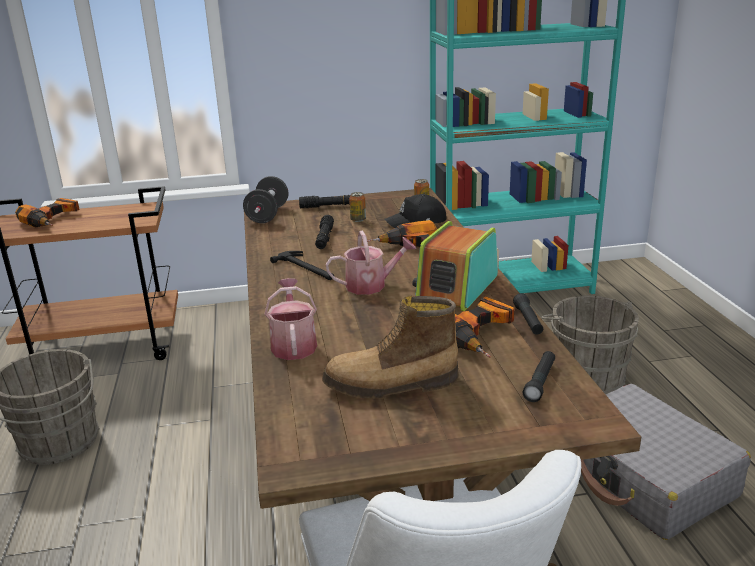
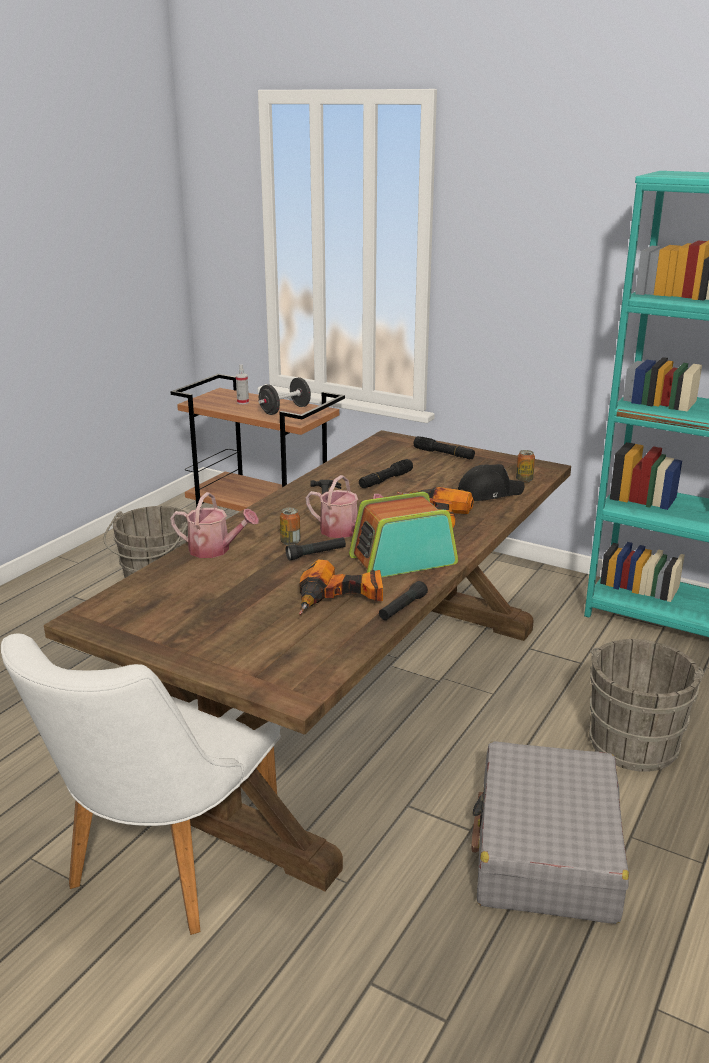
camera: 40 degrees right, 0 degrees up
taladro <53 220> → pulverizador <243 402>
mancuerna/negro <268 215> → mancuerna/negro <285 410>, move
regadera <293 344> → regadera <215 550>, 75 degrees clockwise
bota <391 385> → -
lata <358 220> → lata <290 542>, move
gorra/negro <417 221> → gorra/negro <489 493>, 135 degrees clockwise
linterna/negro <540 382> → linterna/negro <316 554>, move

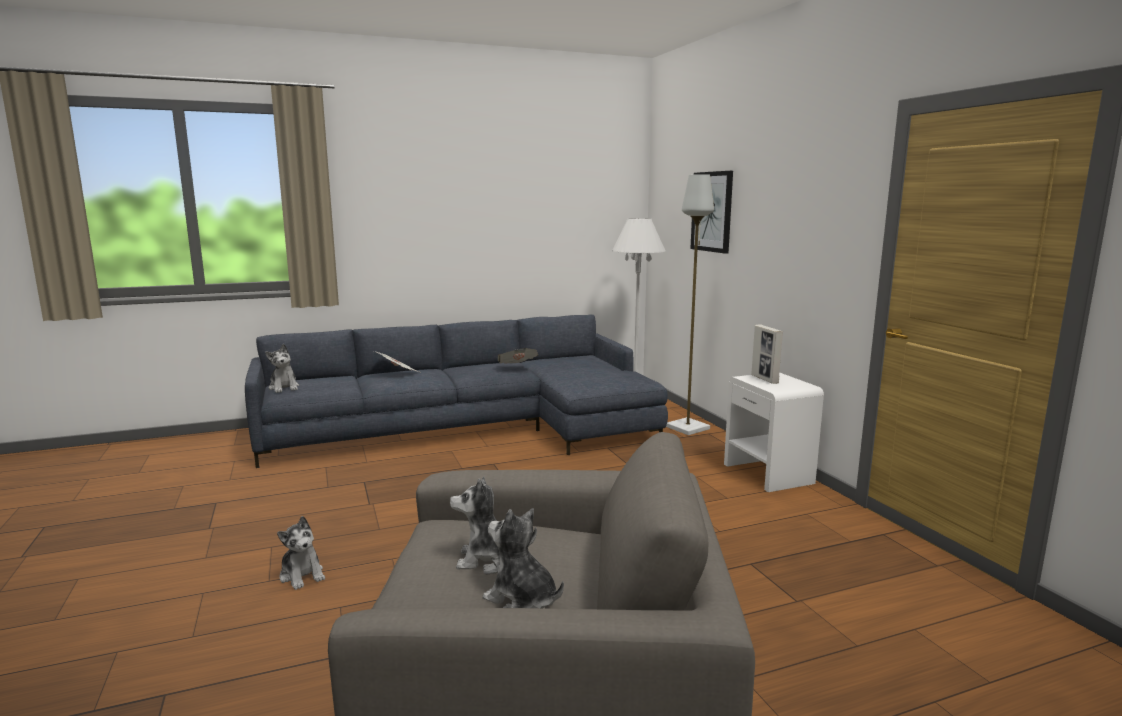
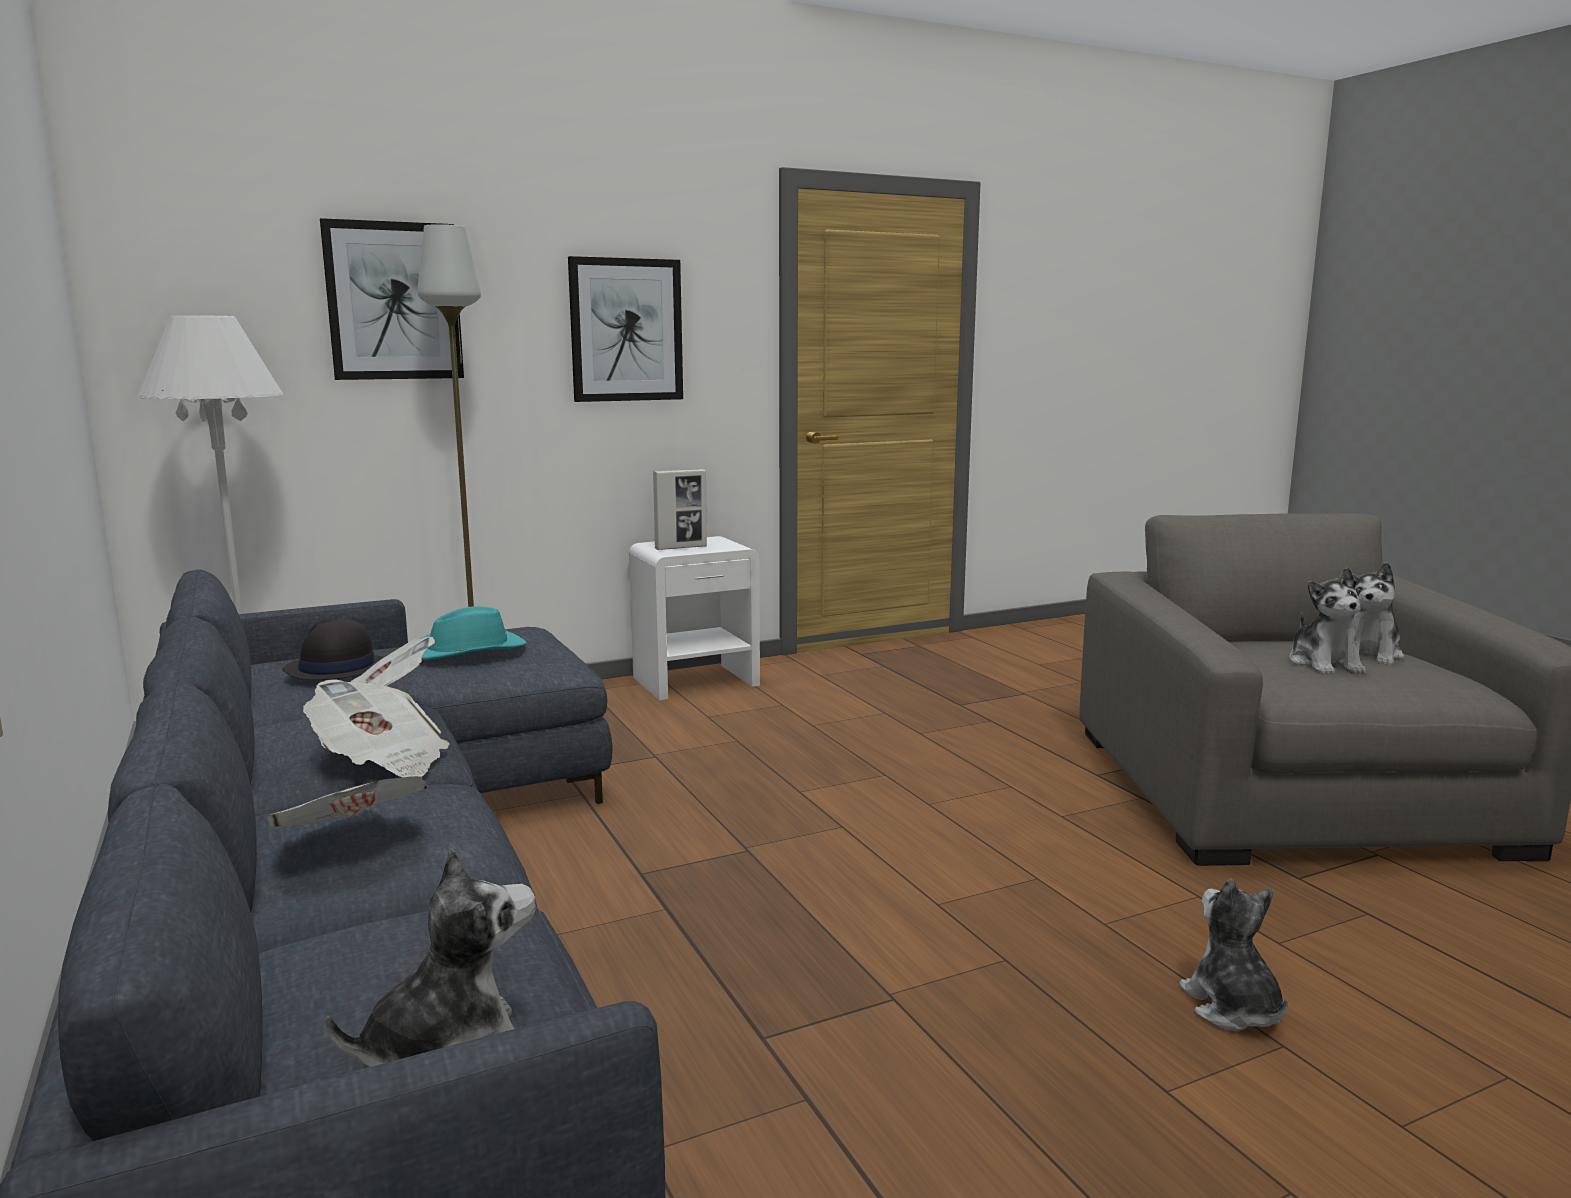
camera: 95 degrees left, 0 degrees up
peluche <302 575> → peluche <1232 1008>, 60 degrees counterclockwise
- → sombrero/negro <336 668>
- → periódico <381 762>
- → sombrero/turquesa <468 651>
- → cuadro <626 330>

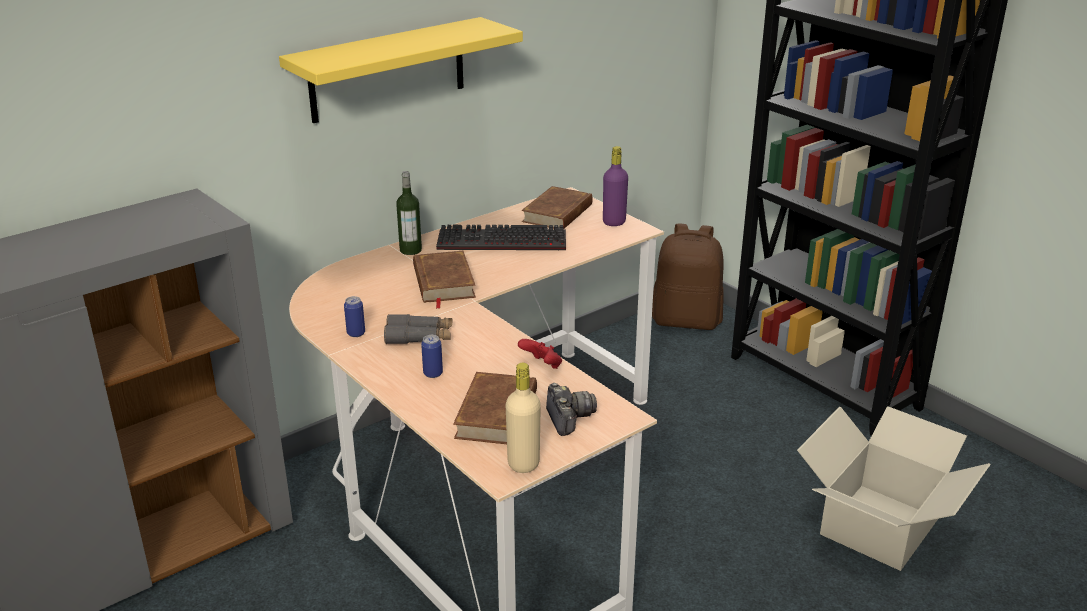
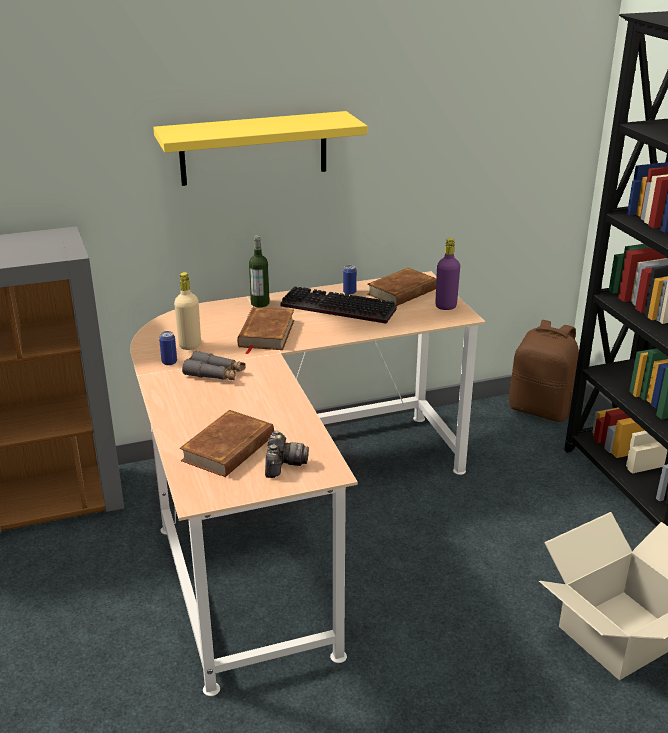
camera: 20 degrees right, 0 degrees up
lata <433 373> → lata <349 292>, move
botella/beis <523 463> → botella/beis <190 345>, move
mando de consola/rojo <542 366> → -

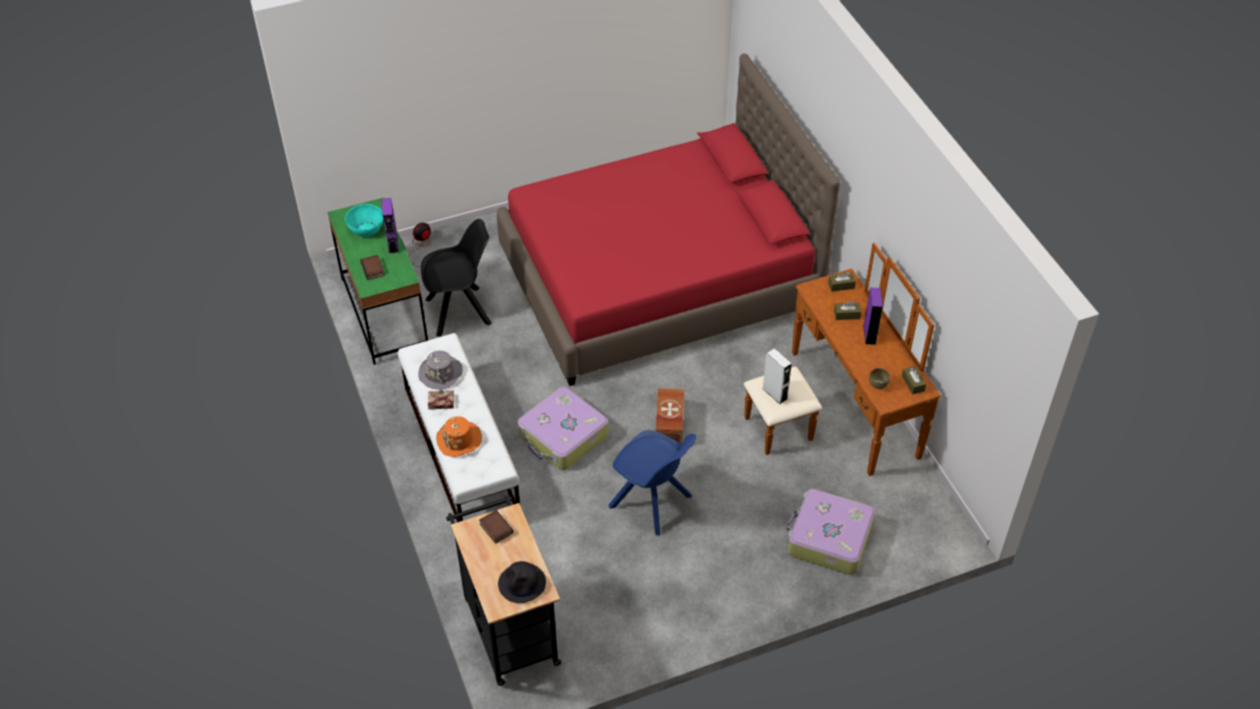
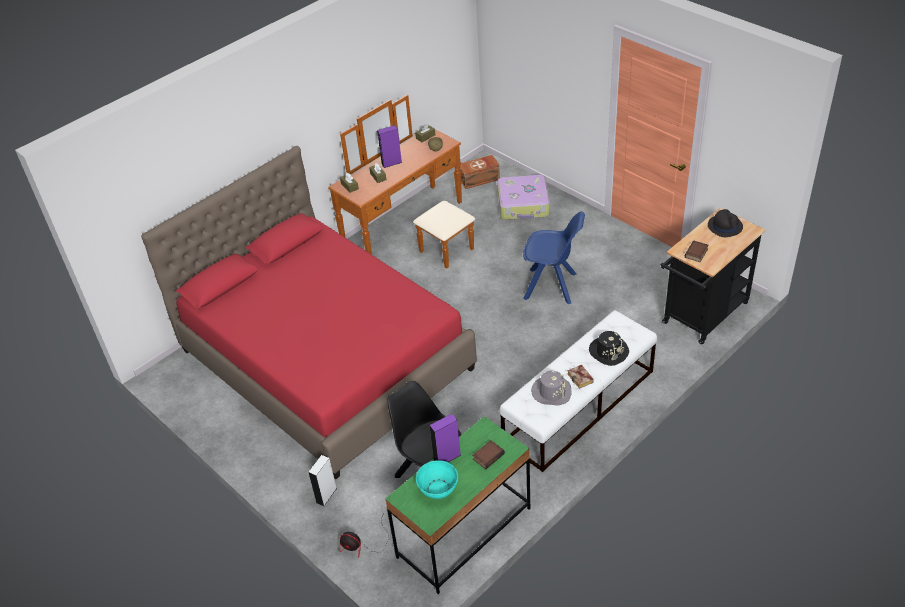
camera: 110 degrees left, 5 degrees down
sombrero/naranja <459 440> → sombrero/negro <608 351>
maleta <563 436> → -
silla/azul <652 502> → silla/azul <552 286>, 90 degrees clockwise
caja de almacenaje/marrón <668 426> → caja de almacenaje/marrón <480 179>, move
altavoz/blanco <775 394> → altavoz/blanco <326 495>, move

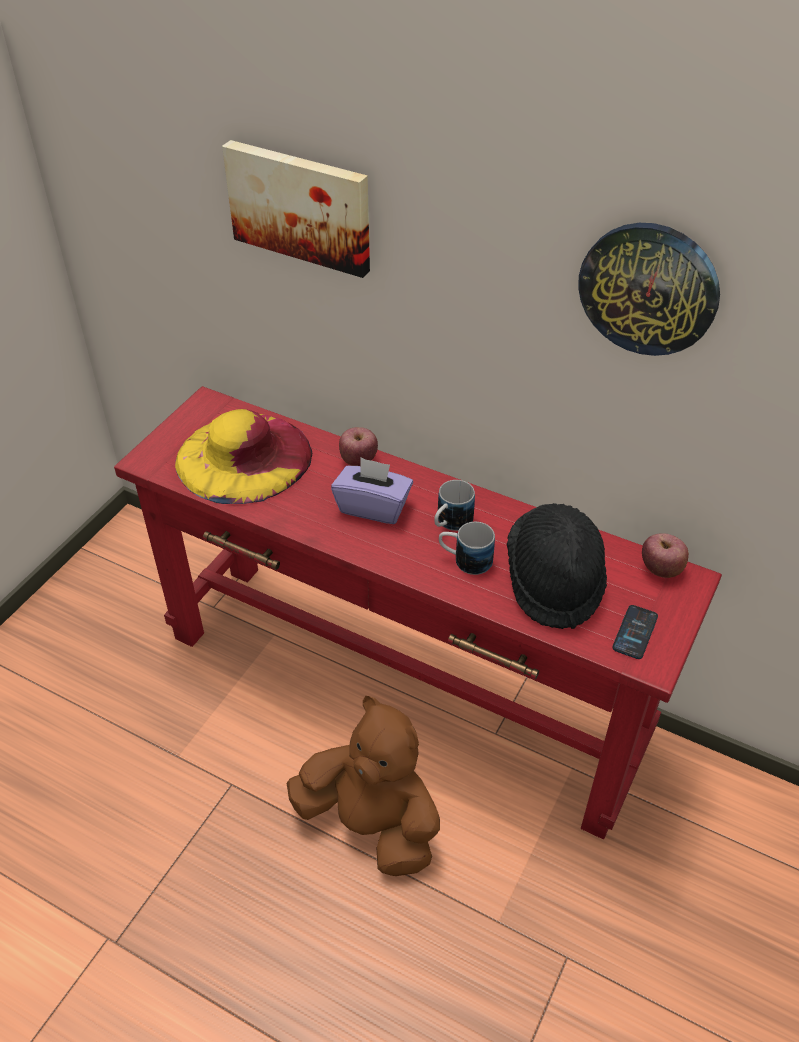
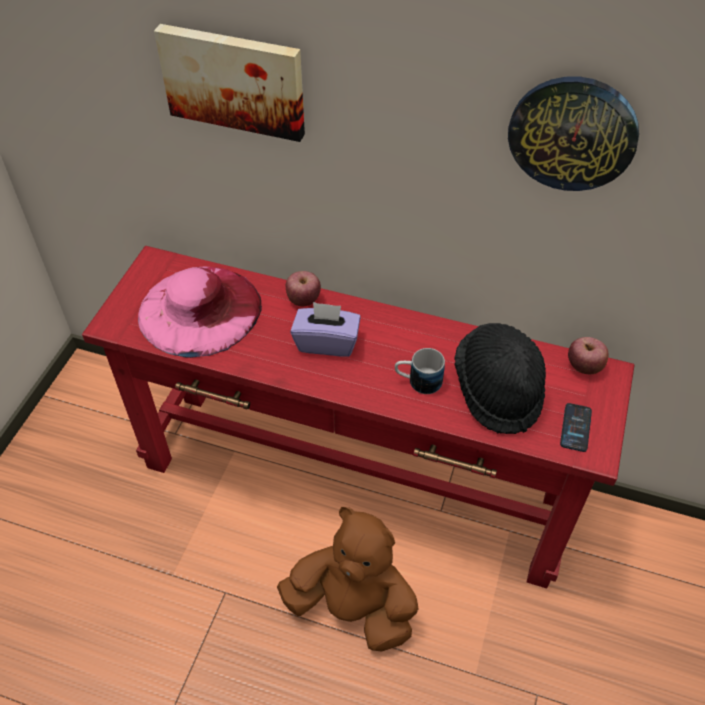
camera: 10 degrees left, 5 degrees up
sombrero/amarillo <243 457> → sombrero/rosa <199 310>
taza grande <450 523> → -

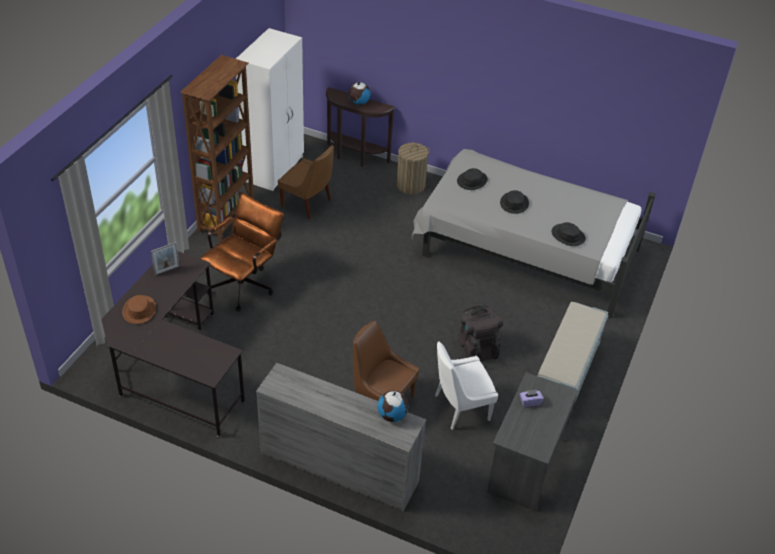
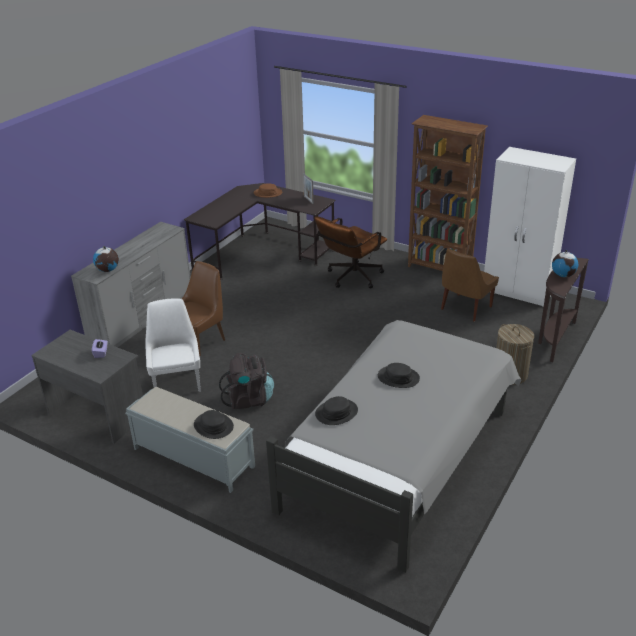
camera: 100 degrees right, 10 degrees down
silla de oficina/marrón <245 284> → silla de oficina/marrón <351 278>, 90 degrees clockwise
sombrero/negro <472 181> → sombrero/negro <213 426>, move

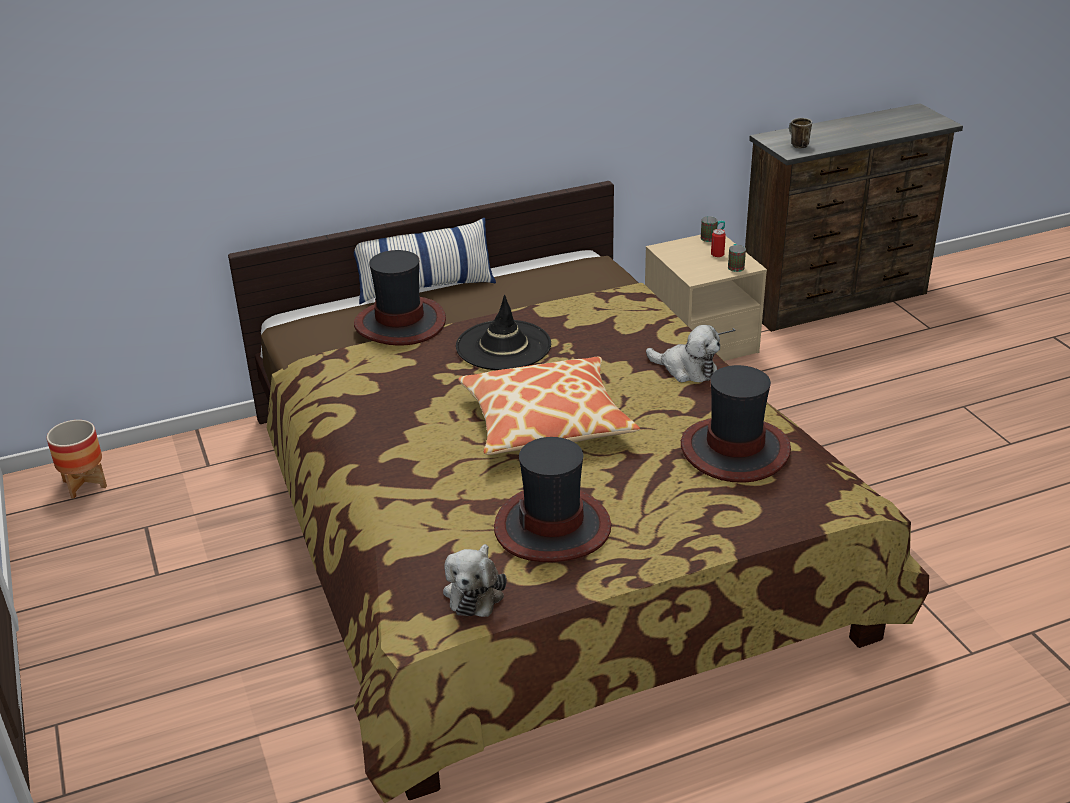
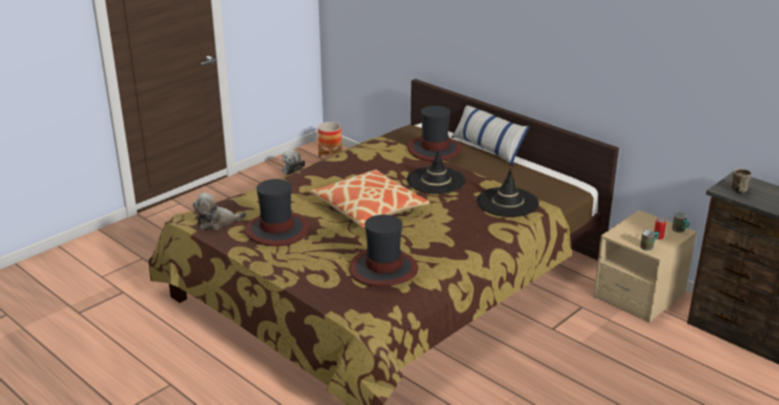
camera: 65 degrees right, 5 degrees down
peluche <686 369> → peluche <293 170>, move
- → sombrero/negro <507 202>

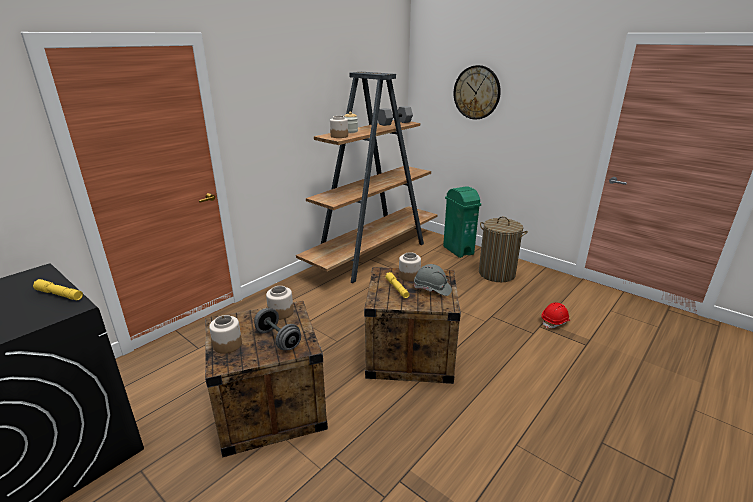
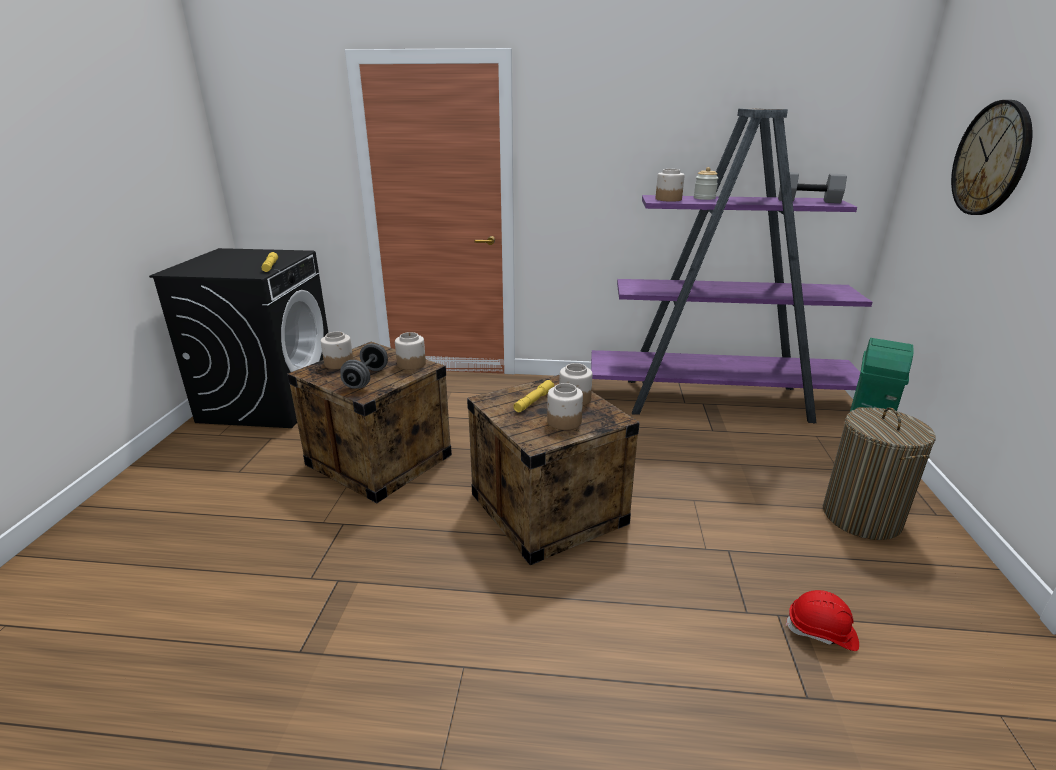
camera: 55 degrees right, 0 degrees up
estantería/marrón <373 254> → estantería/morado <718 401>
casco/gris <432 289> → tarro <564 421>

